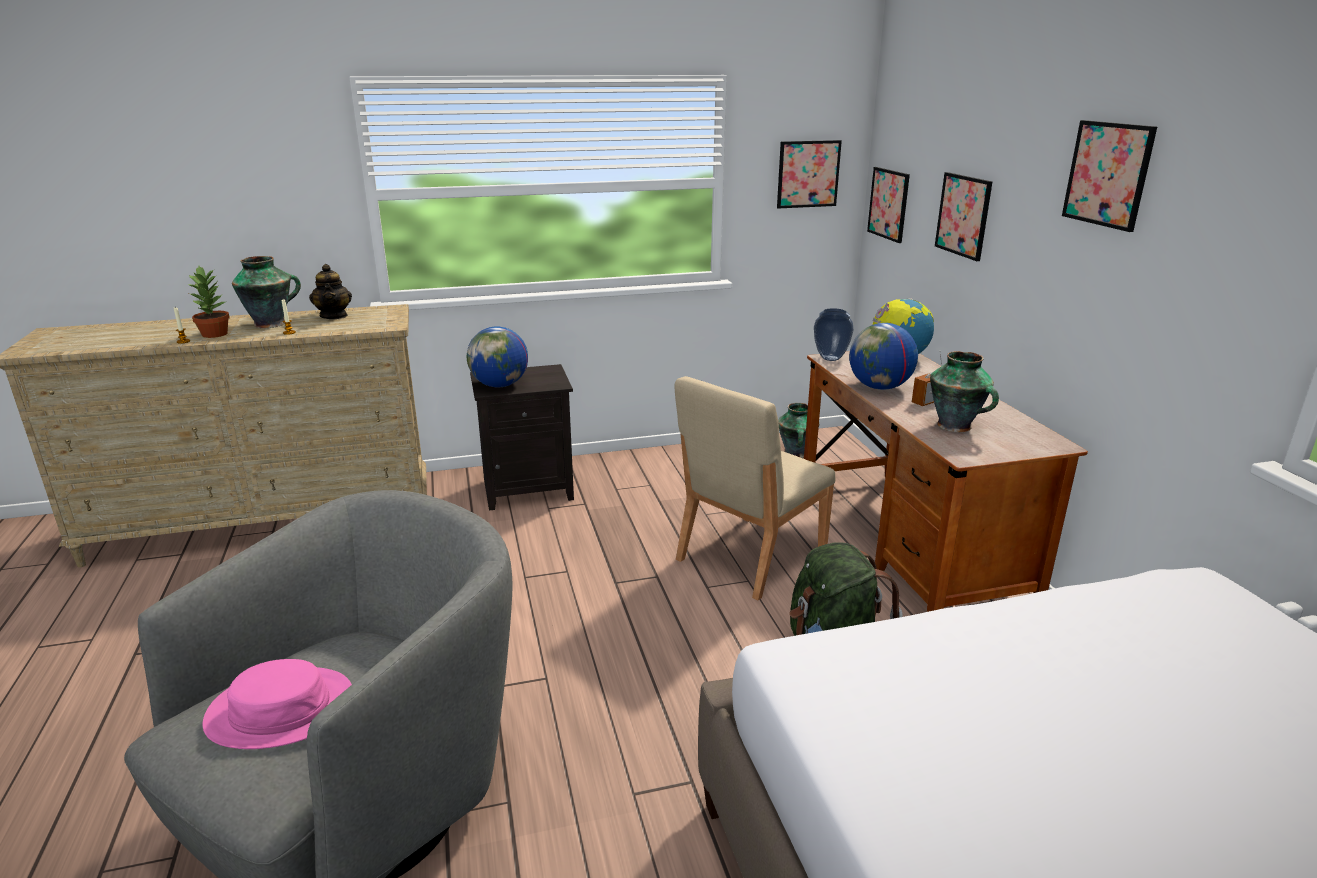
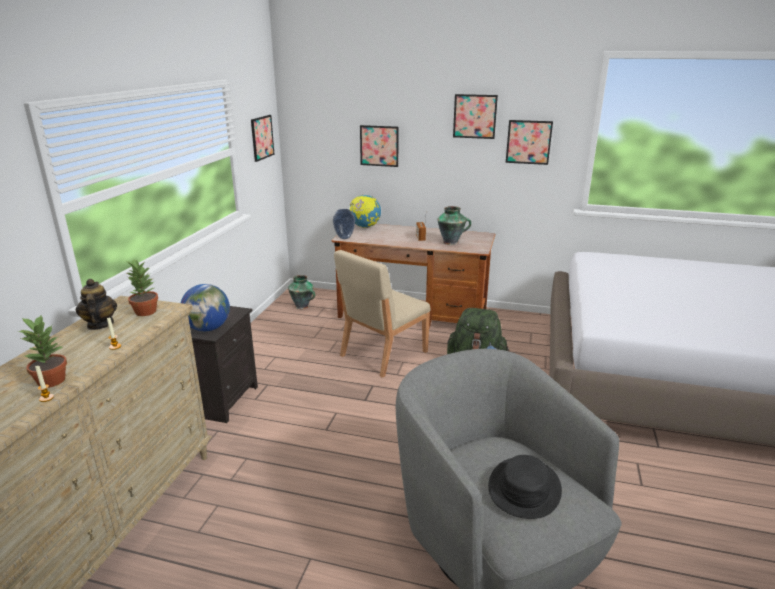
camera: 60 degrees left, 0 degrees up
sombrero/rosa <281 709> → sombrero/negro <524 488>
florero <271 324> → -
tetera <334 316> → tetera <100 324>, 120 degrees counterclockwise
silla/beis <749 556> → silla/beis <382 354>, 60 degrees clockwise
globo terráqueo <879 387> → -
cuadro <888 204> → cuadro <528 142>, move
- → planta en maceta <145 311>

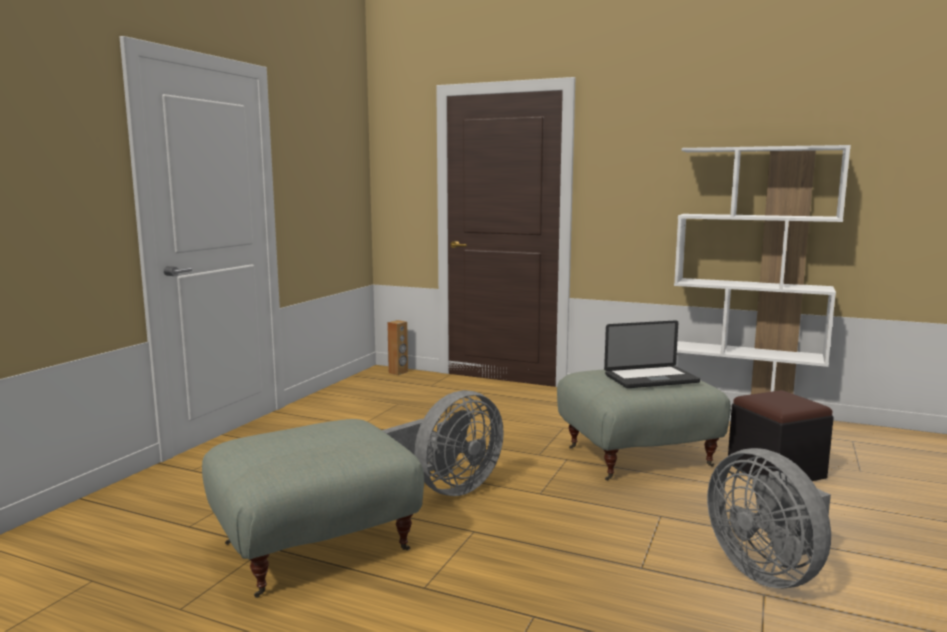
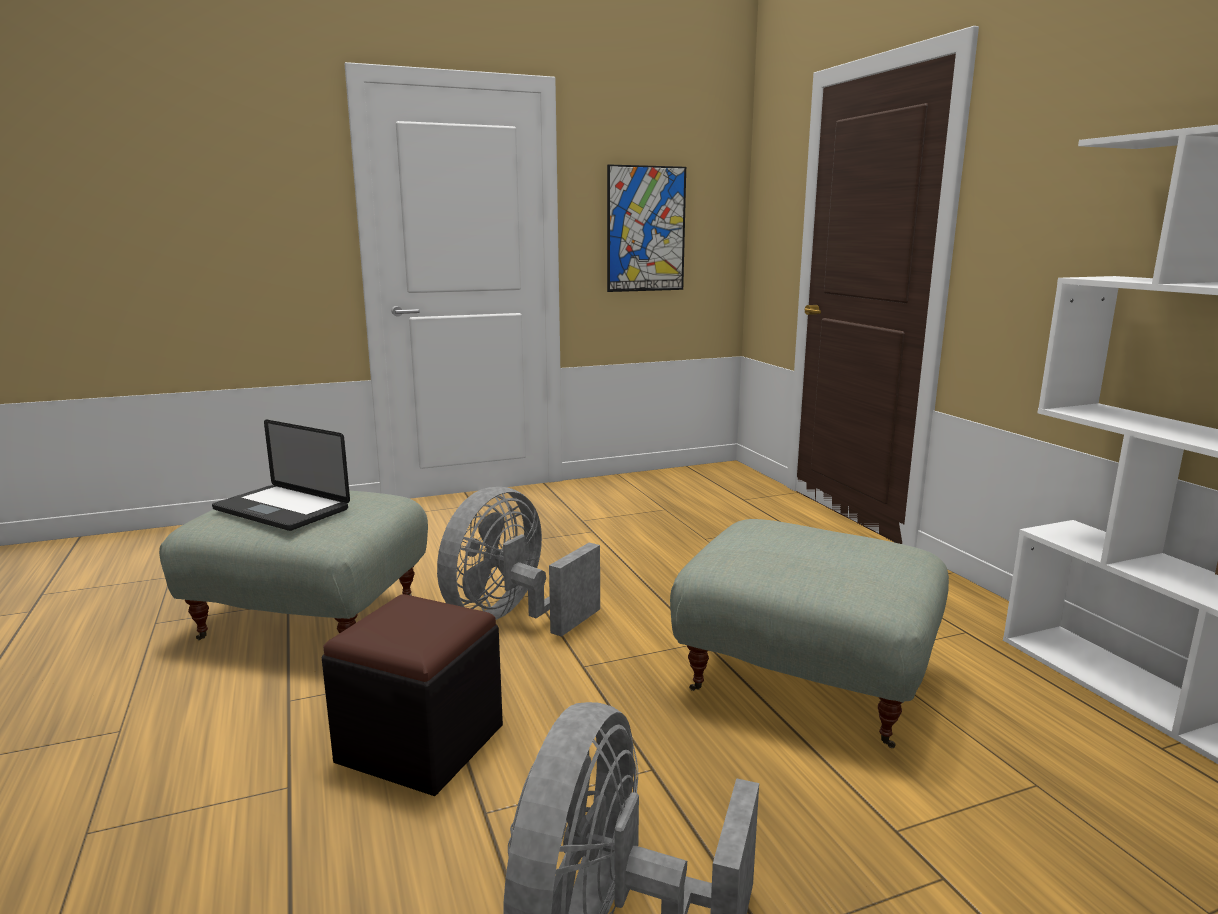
camera: 45 degrees right, 5 degrees up
ventilador/gris <448 489> → ventilador/gris <512 618>, 120 degrees clockwise
altavoz/marrón <398 372> → -
portátil <651 379> → portátil <281 509>, move
puf/negro <775 470> → puf/negro <421 744>, move
- → cuadro <646 229>

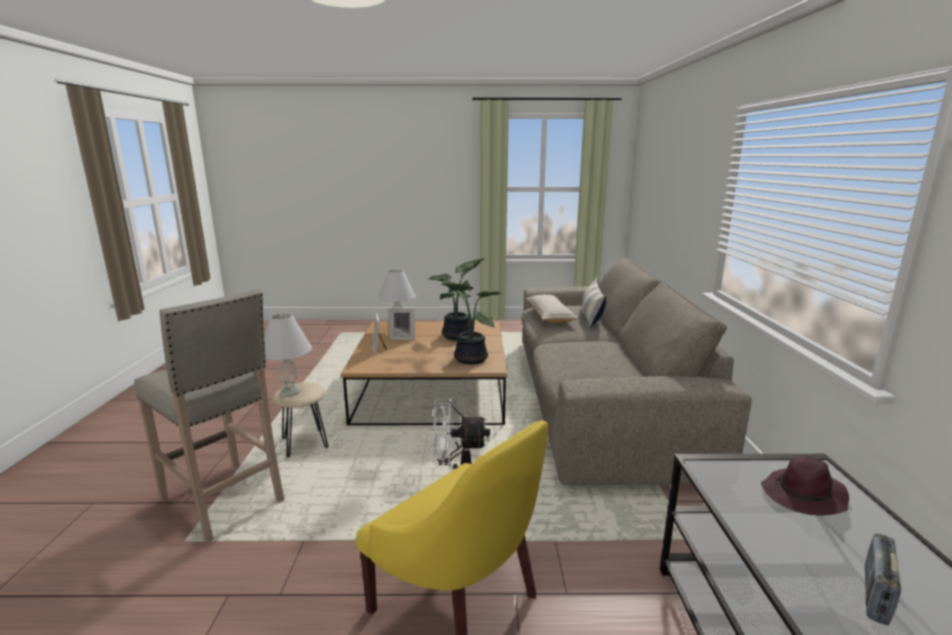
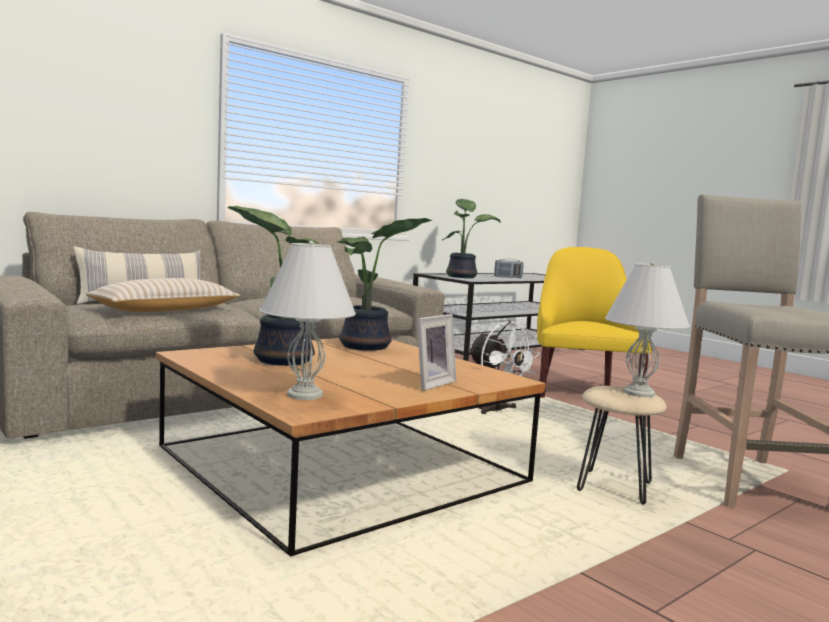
camera: 130 degrees left, 10 degrees down
portarretratos <403 338> → -
sombrero/morado <803 496> → planta en maceta <462 276>

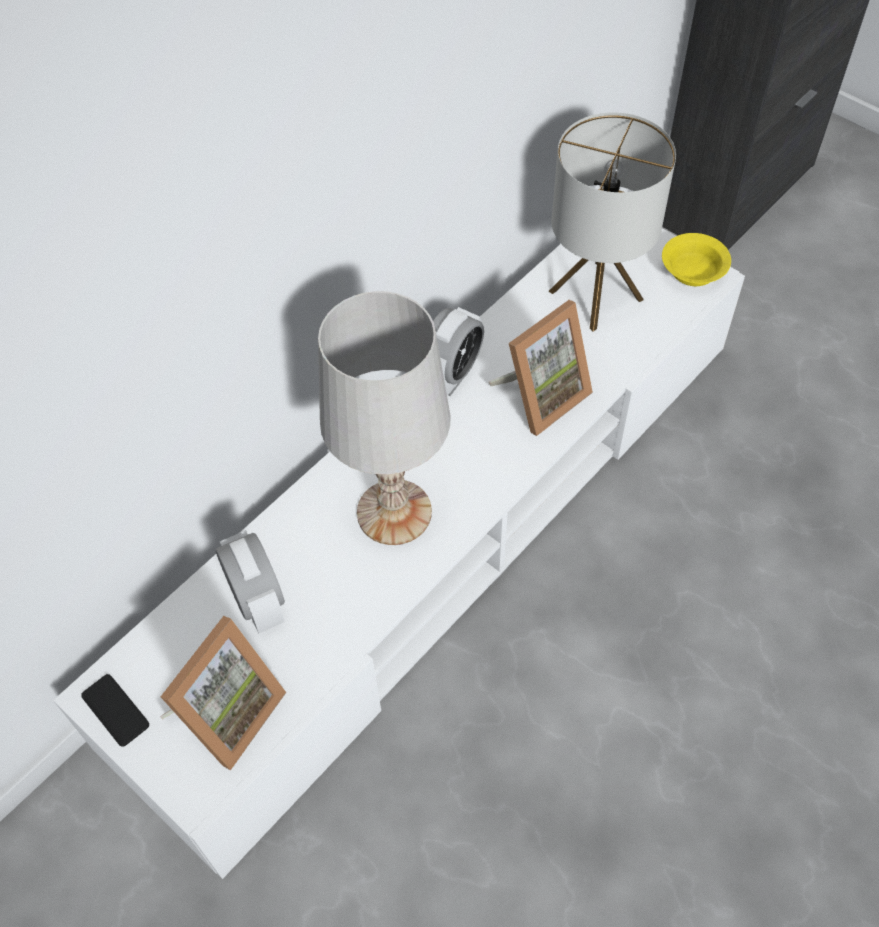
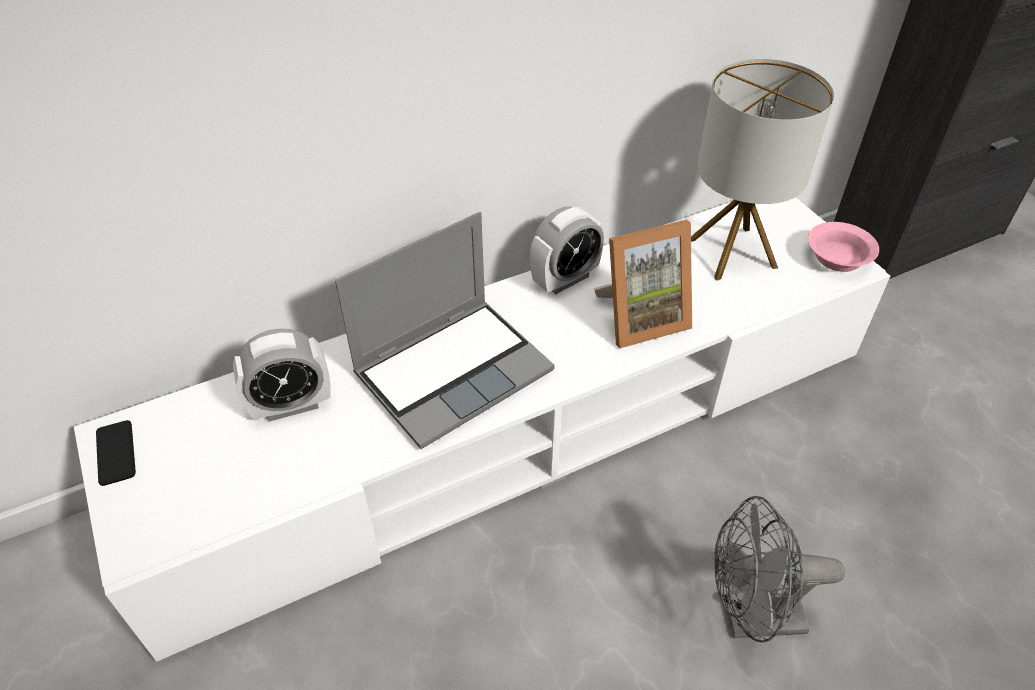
camera: 20 degrees right, 10 degrees down
portarretratos <227 712> → -
despertador <258 601> → despertador <291 405>, 75 degrees clockwise
lámpara de mesa/blanco <394 511> → portátil <454 370>
cuenco/amarillo <692 270> → cuenco/rosa <837 257>
- → ventilador/gris <750 618>

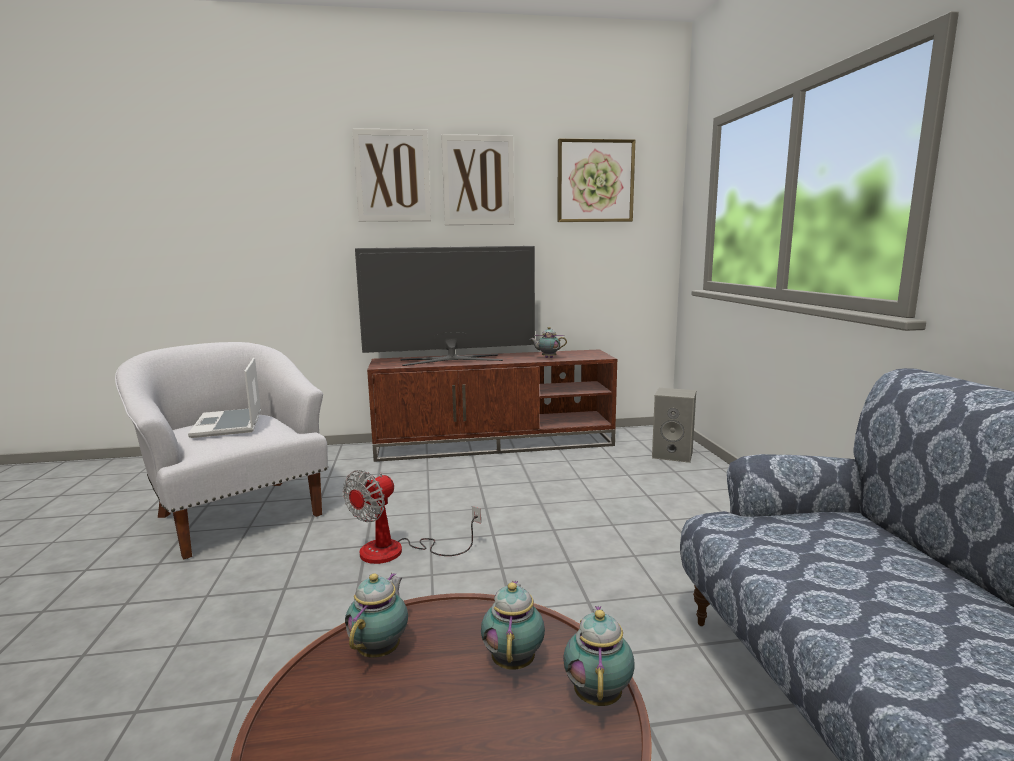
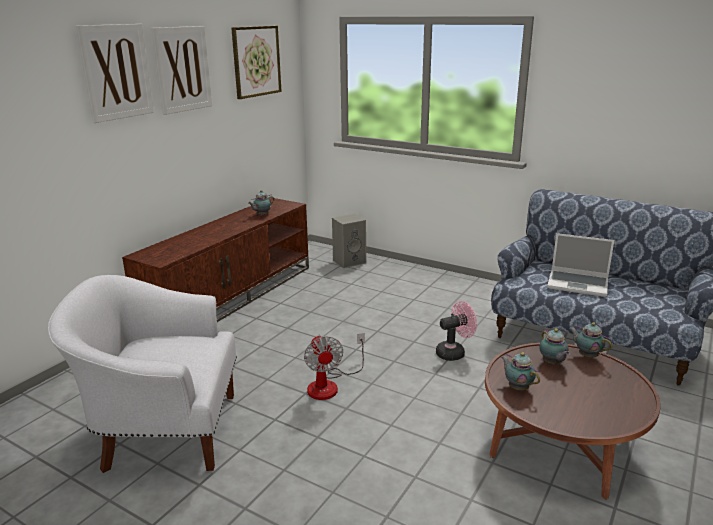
camera: 50 degrees left, 10 degrees up
portátil <229 425> → portátil <578 284>, move
televisor <452 360> → -
tetera <514 660> → tetera <552 363>, 150 degrees counterclockwise
- → ventilador/rosa <454 352>

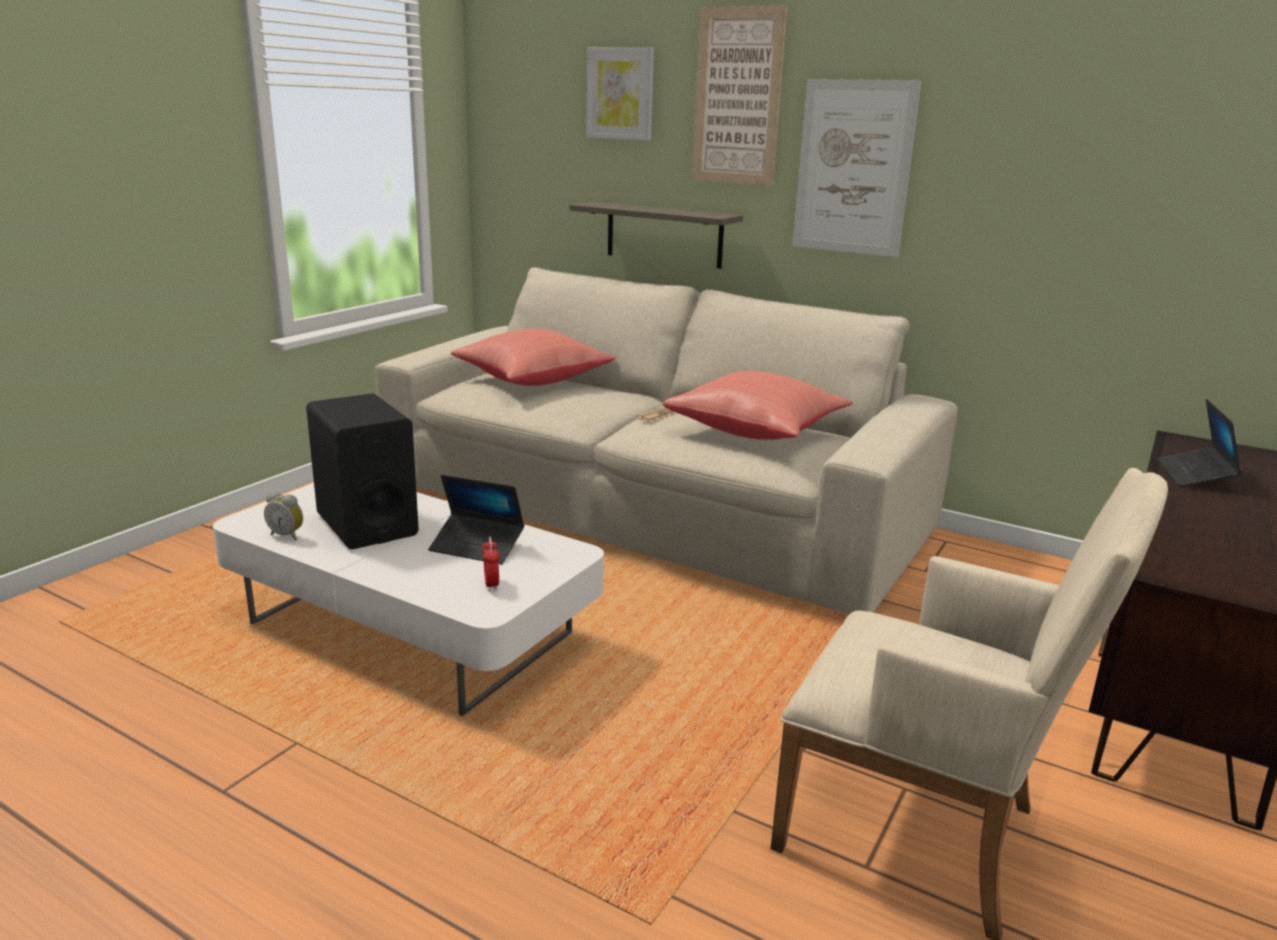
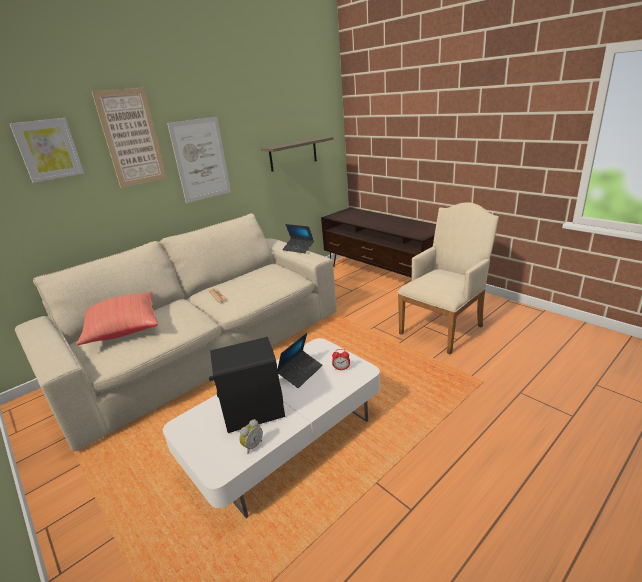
camera: 70 degrees left, 5 degrees up
estante <664 235> → estante <293 154>, move
cojín/rojo <757 432> → -
portátil <1195 475> → portátil <298 248>, move

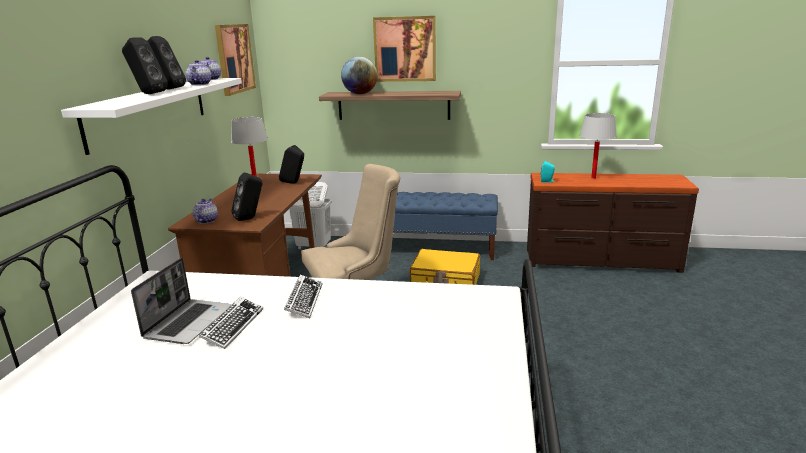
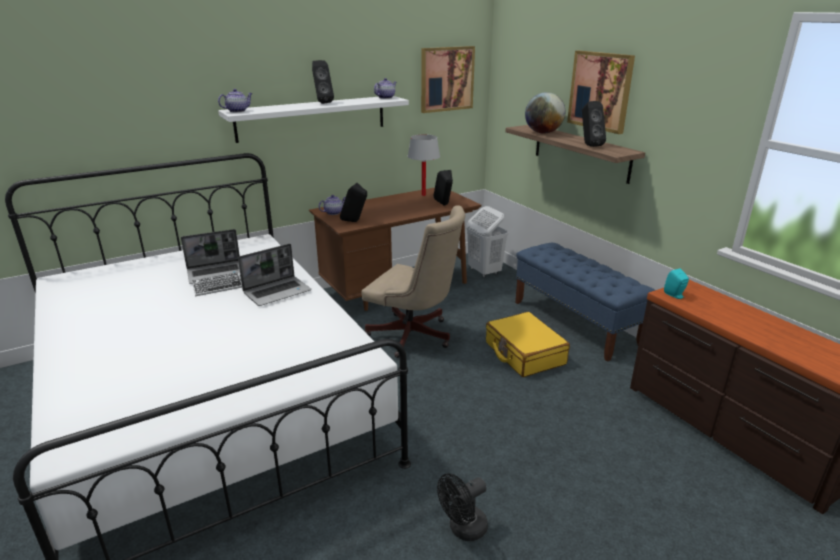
camera: 50 degrees right, 5 degrees up
altavoz/negro <148 94> → altavoz/negro <589 145>, move
tetera <200 84> → tetera <237 111>, move
teclado <304 300> → portátil <278 292>
lámpara de mesa/blanco <593 178> → -
- → ventilador/negro <463 529>

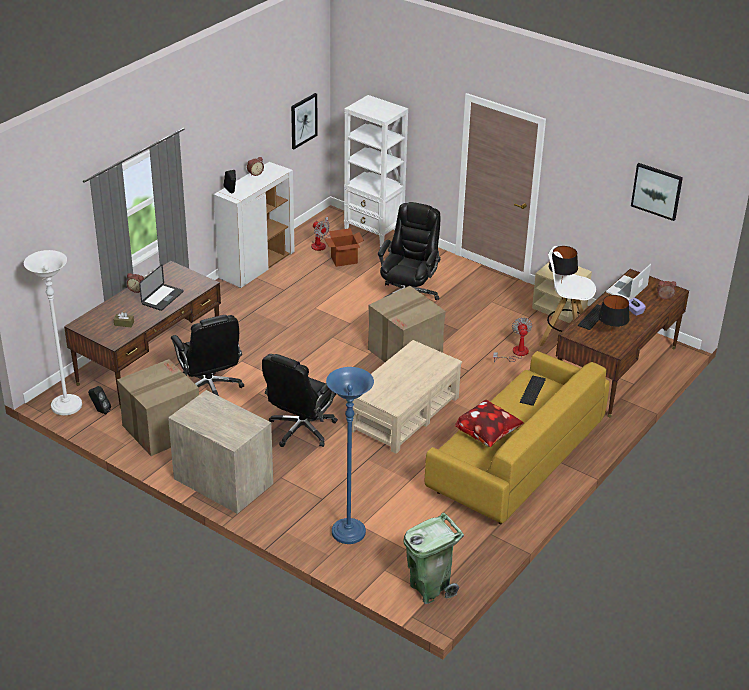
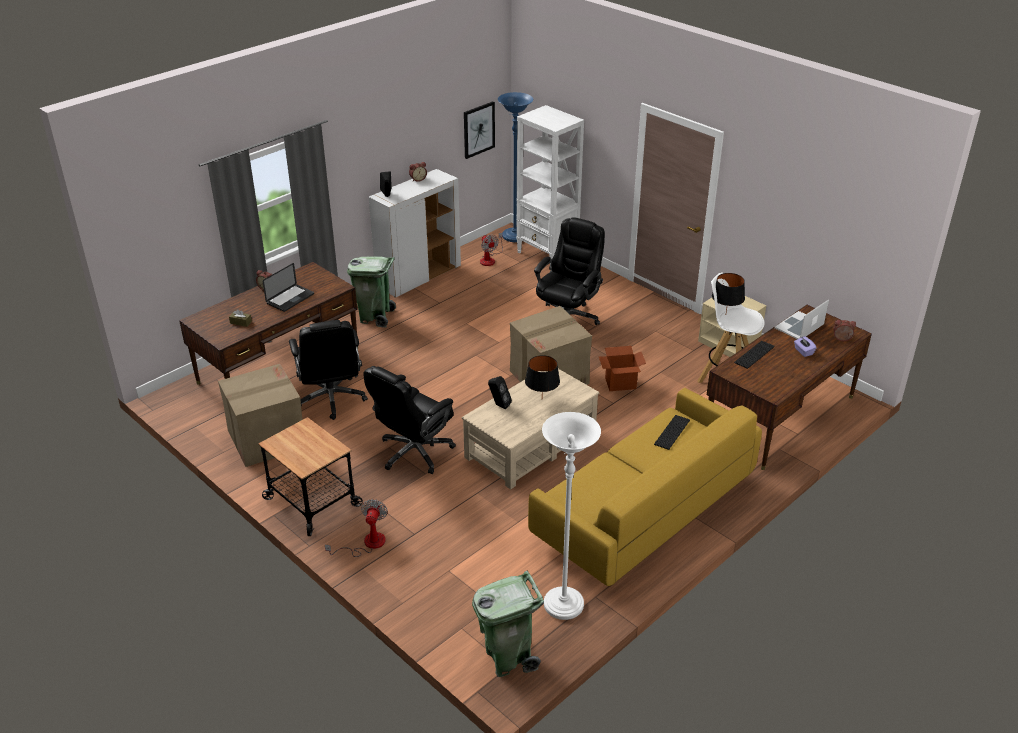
camera: 10 degrees right, 0 degrees up
lámpara de pie/blanco <66 406> → lámpara de pie/blanco <563 605>, move
altavoz/negro <100 411> → altavoz/negro <499 405>, move
cómoda <222 481> → carrito <312 502>
caja de cartón <344 260> → caja de cartón <620 383>, move
lámpara de pie/azul <348 533> → lámpara de pie/azul <514 236>, move
cojín <488 435> → -
ventilador <516 353> → ventilador <367 544>, move
lámpara de mesa/negro <611 334> → lámpara de mesa/negro <542 399>, move
cuadro <657 191> → -
- → papelera/verde <375 317>

